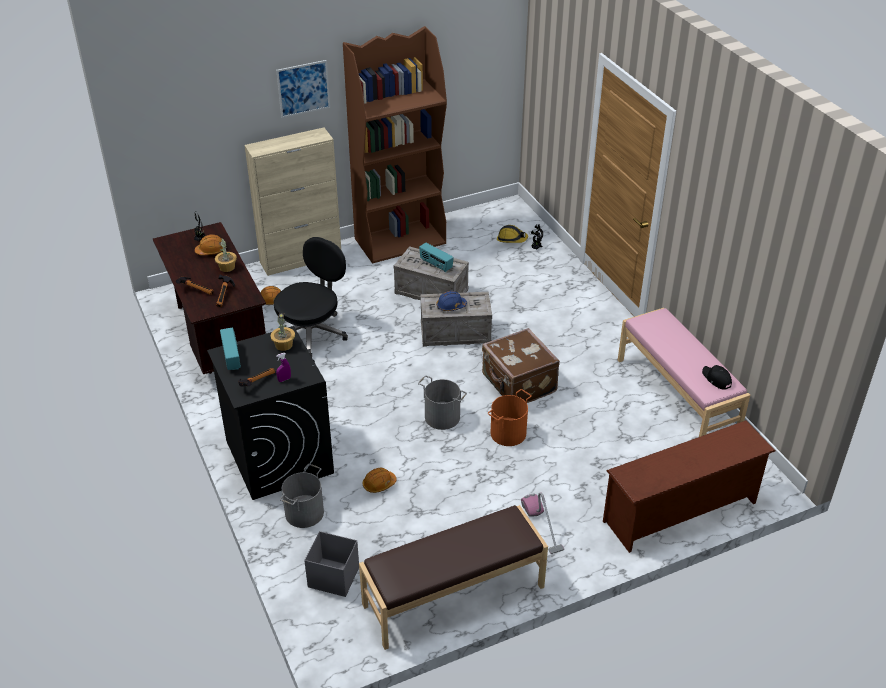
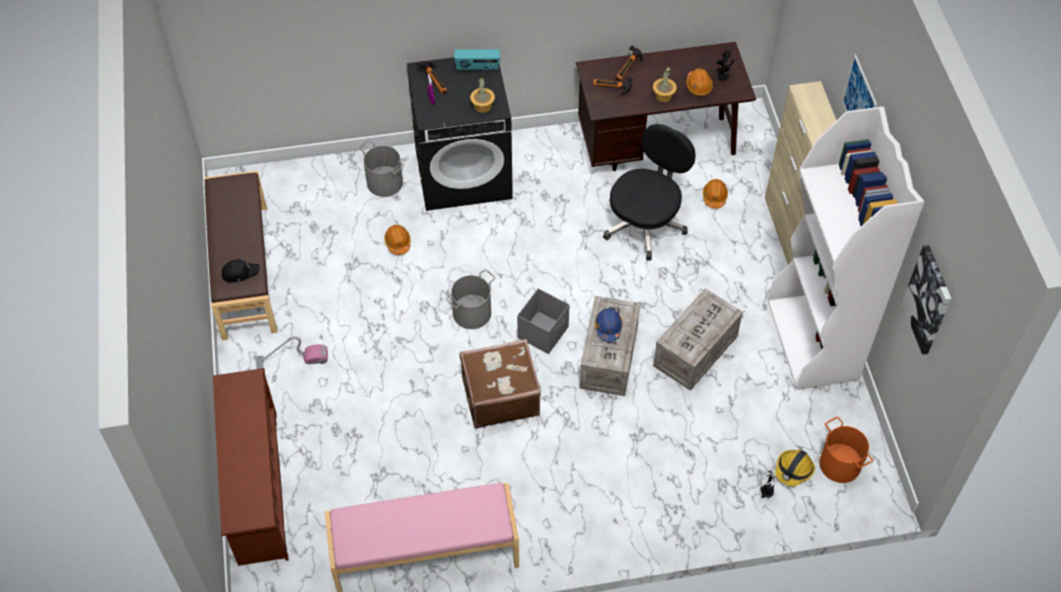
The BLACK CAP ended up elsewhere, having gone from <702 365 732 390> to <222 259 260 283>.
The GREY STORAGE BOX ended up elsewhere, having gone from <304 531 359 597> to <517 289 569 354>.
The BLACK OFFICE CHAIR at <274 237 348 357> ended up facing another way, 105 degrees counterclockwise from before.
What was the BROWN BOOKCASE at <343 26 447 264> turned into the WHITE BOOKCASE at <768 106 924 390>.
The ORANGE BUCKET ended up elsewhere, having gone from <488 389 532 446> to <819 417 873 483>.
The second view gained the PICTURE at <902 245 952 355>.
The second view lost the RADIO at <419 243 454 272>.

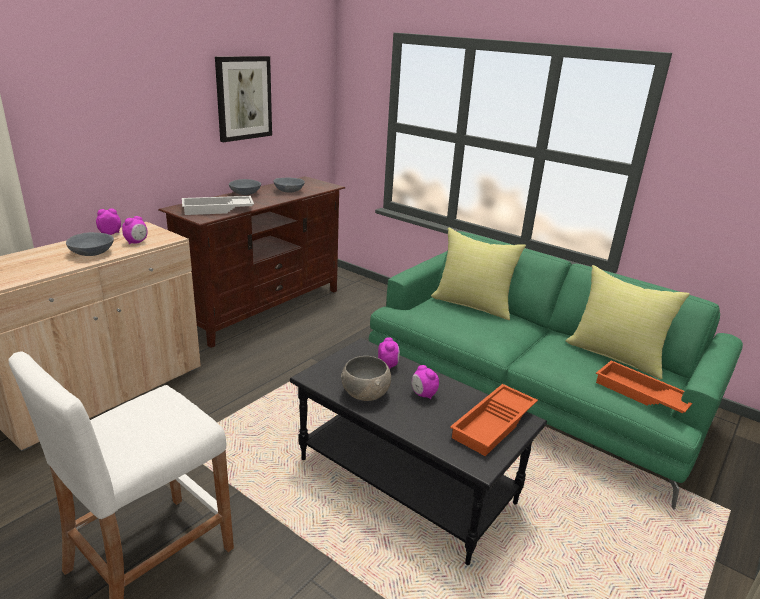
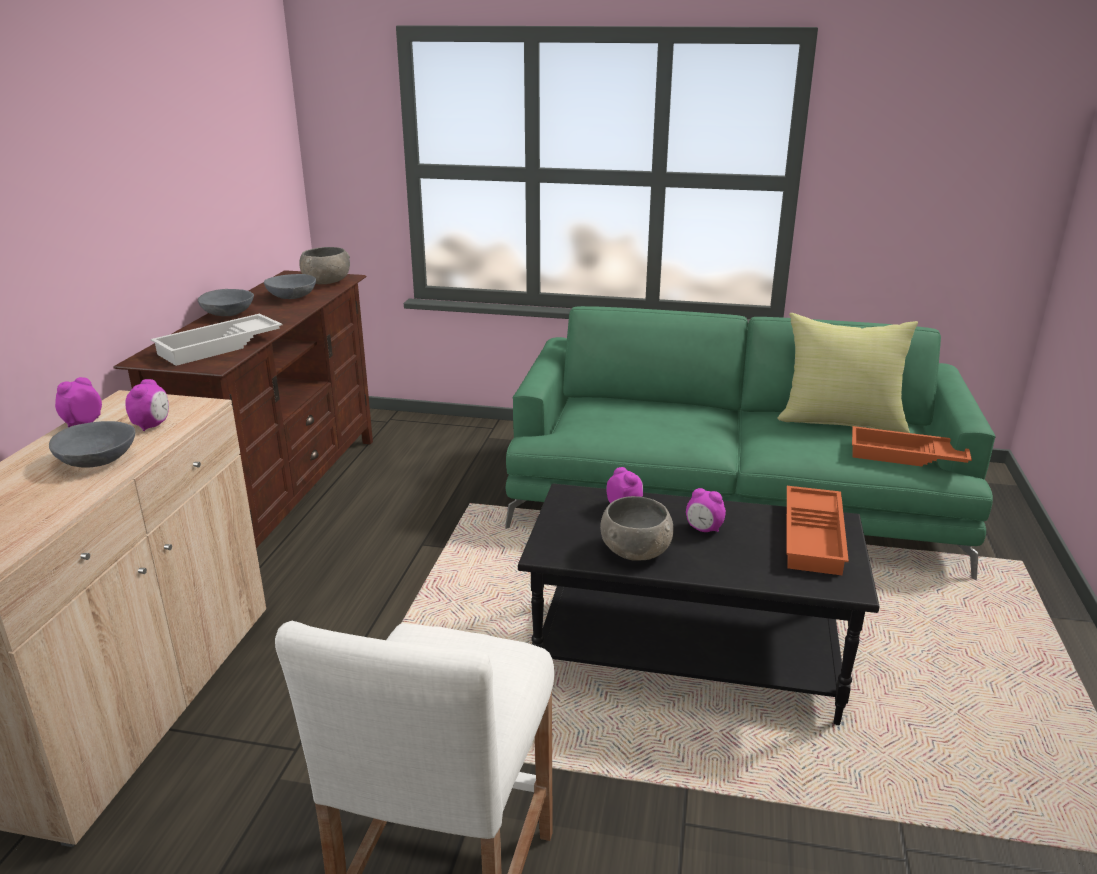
The second view gained the GREY BOWL at <299 247 350 284>.
The second view lost the PICTURE at <215 56 272 142>.
The second view lost the YELLOW PILLOW at <431 228 526 320>.

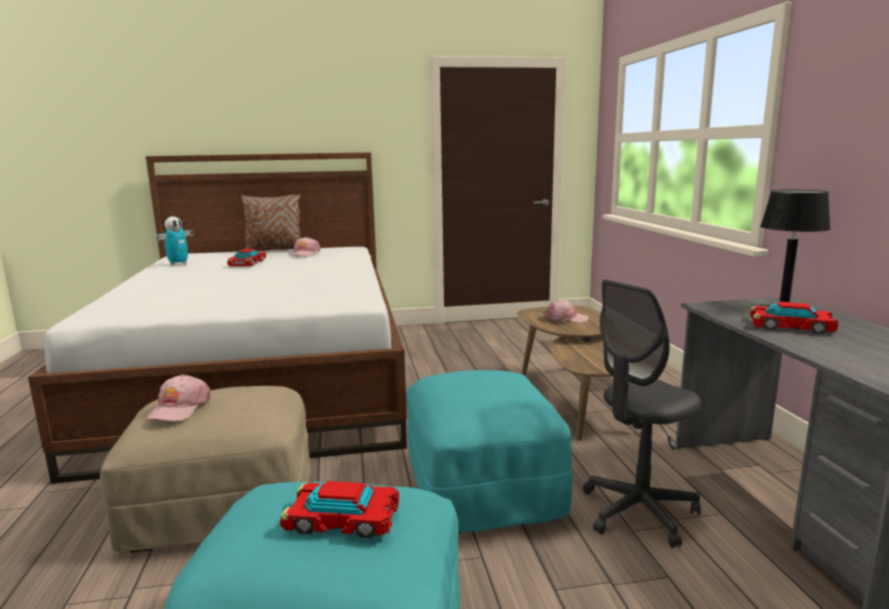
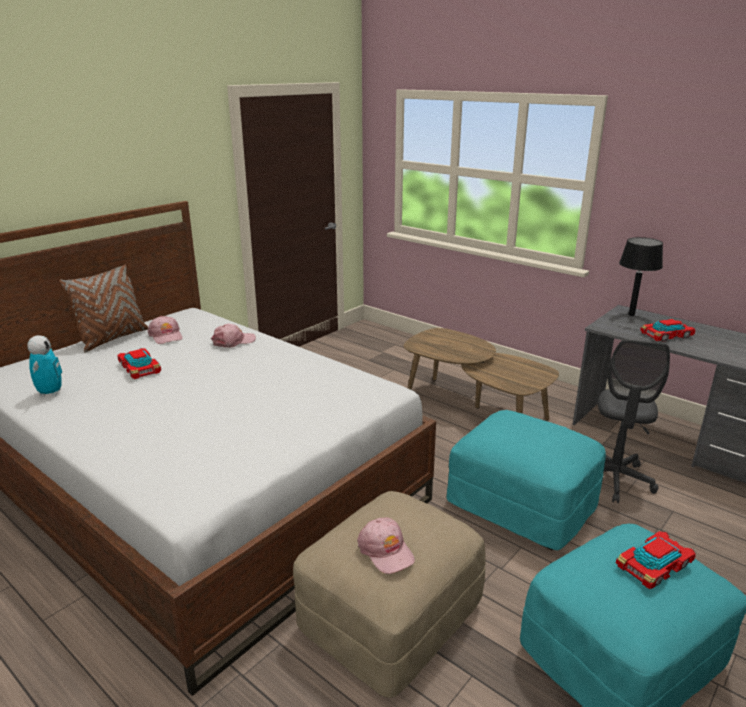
The PINK CAP ended up elsewhere, having gone from <545 300 589 323> to <211 324 256 348>.

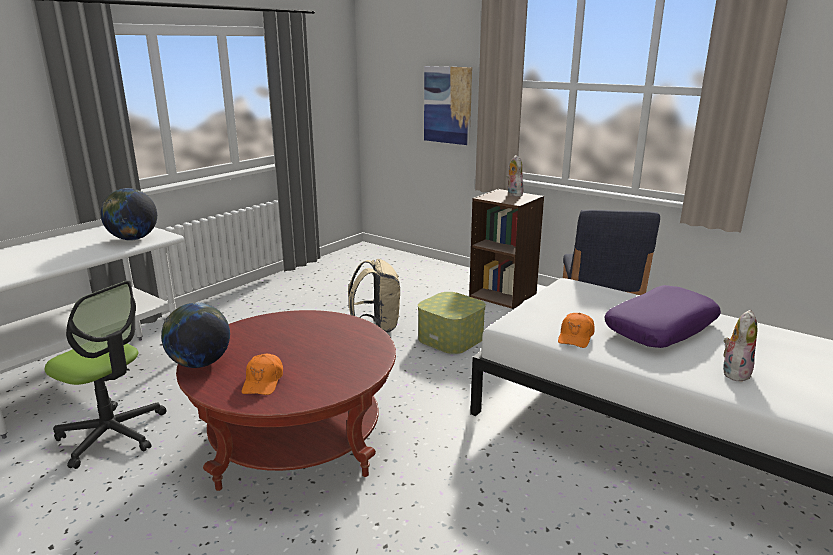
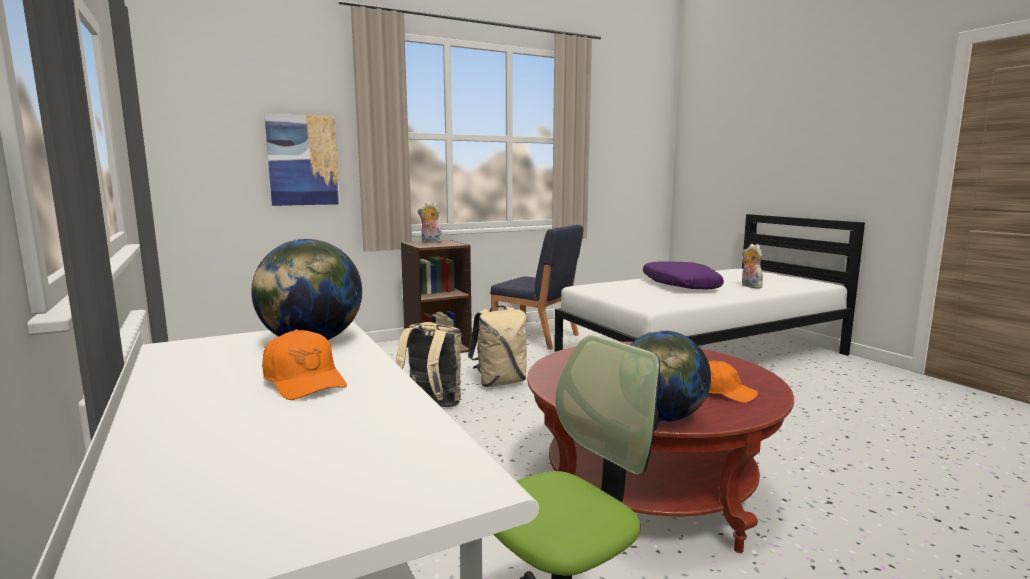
The ORANGE CAP ended up elsewhere, having gone from <558 313 595 348> to <262 329 347 400>.
Where the STORAGE BOX stood at <418 292 486 354>, the BEIGE BACKPACK came to stand at <468 305 527 387>.

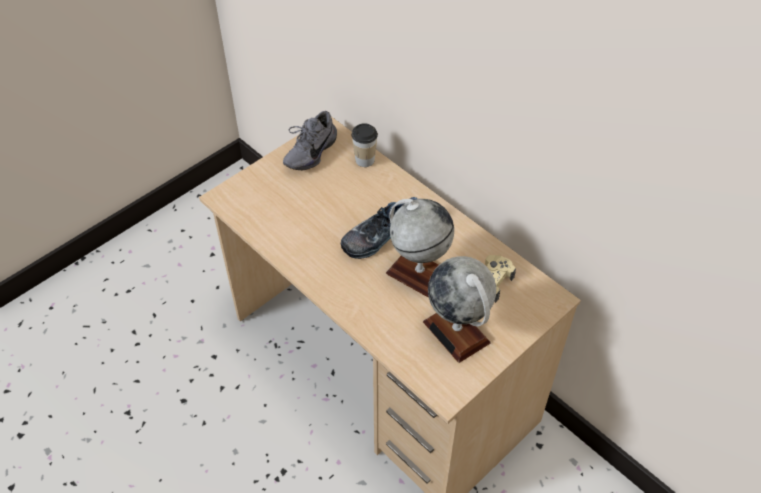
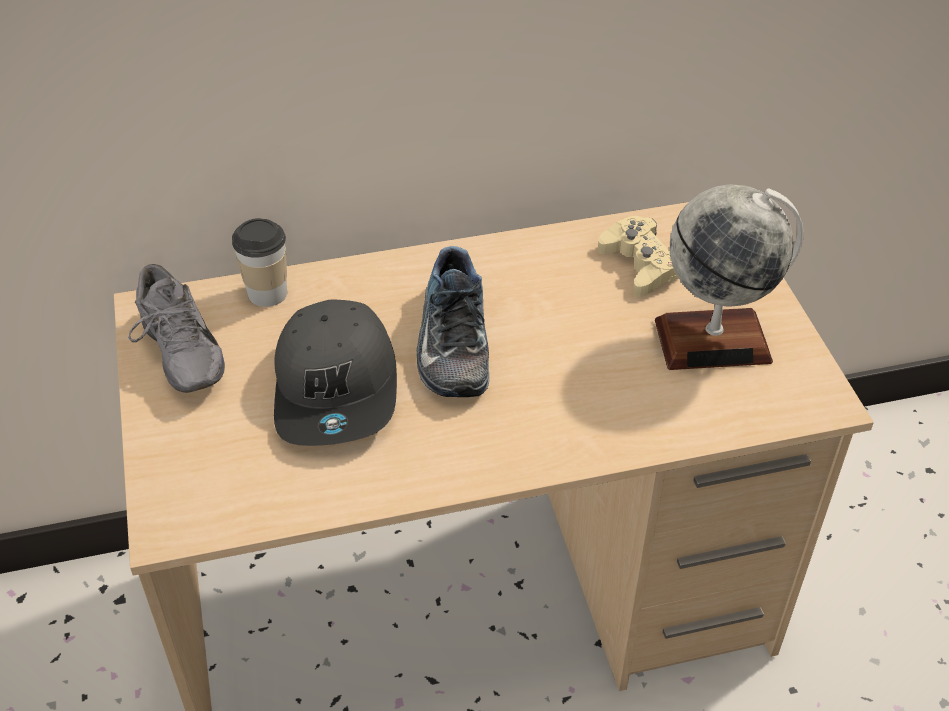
The second view gained the GREY CAP at <274 300 397 446>.
The second view lost the GLOBE at <386 199 454 298>.

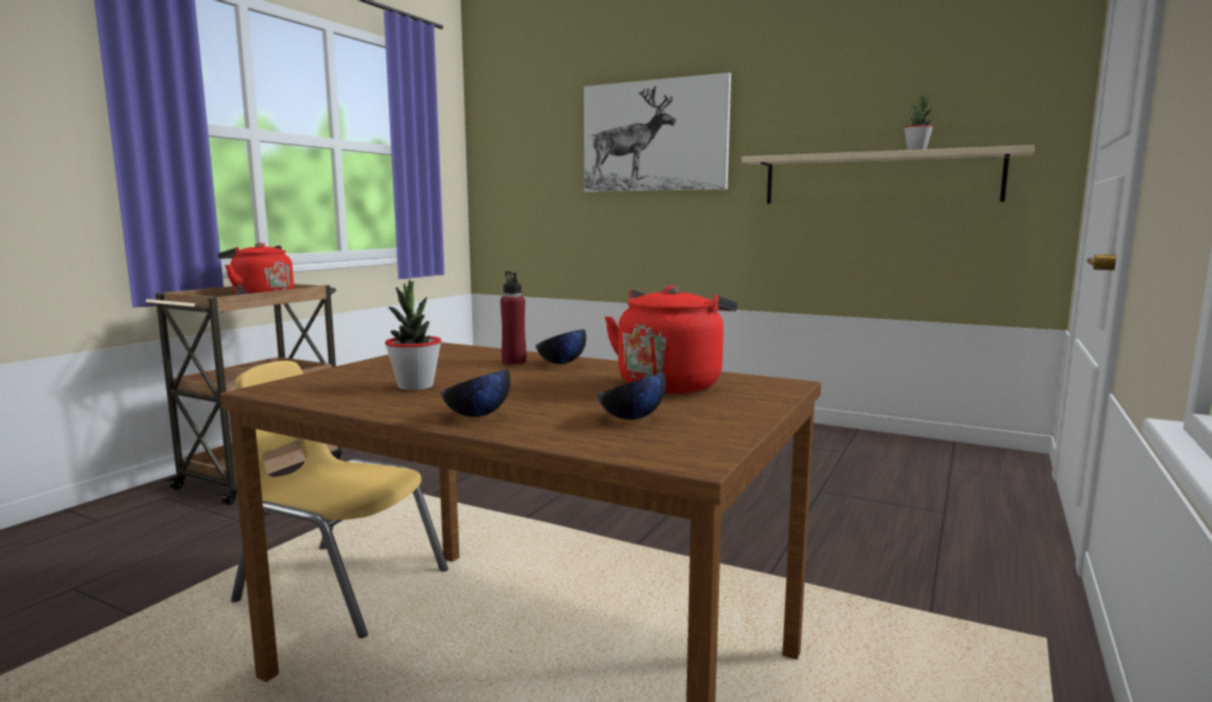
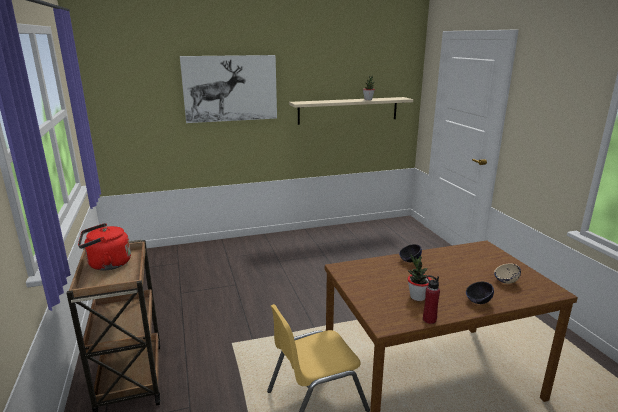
The RED BOTTLE ended up elsewhere, having gone from <500 271 527 365> to <423 275 440 324>.
What was the BLACK BOWL at <596 372 666 420> turned into the BEIGE BOWL at <494 264 521 284>.
The second view lost the RED KETTLE at <605 285 738 394>.

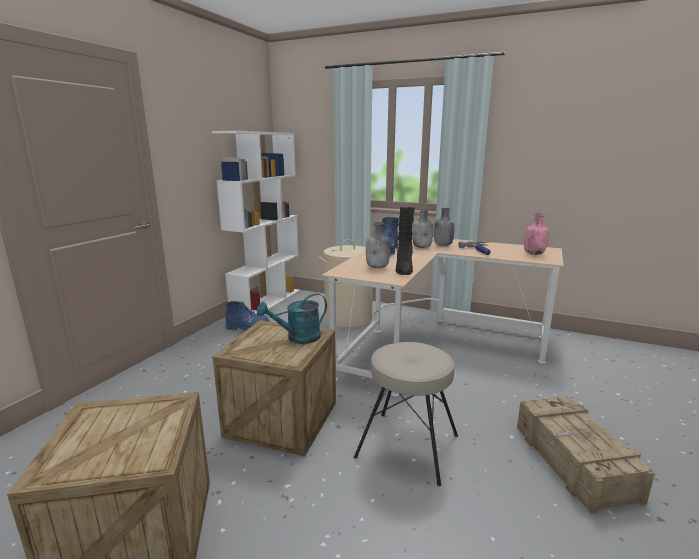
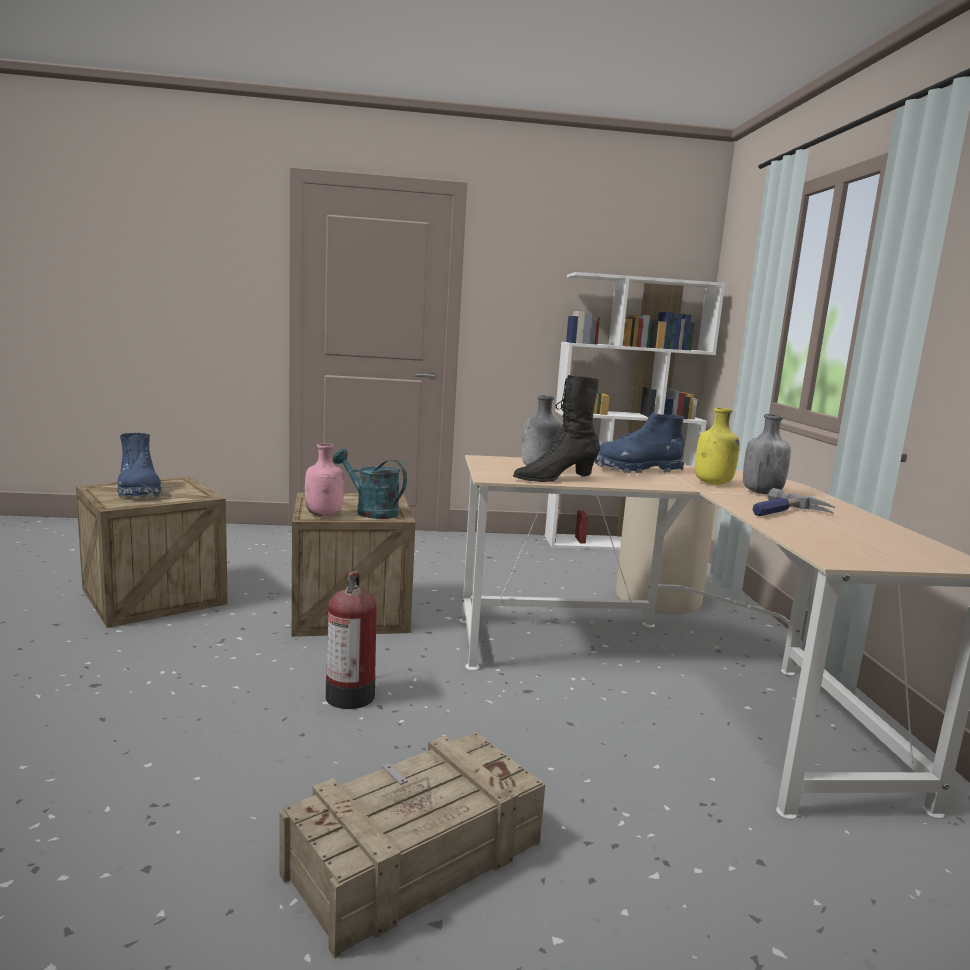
The BLUE BOOT ended up elsewhere, having gone from <225 301 269 331> to <117 433 162 498>.
The PINK BOTTLE ended up elsewhere, having gone from <524 213 549 255> to <305 443 344 516>.
Where the BEIGE STOOL stood at <354 342 458 486>, the FIRE EXTINGUISHER came to stand at <326 571 377 709>.
What was the GREY BOTTLE at <412 209 433 248> turned into the YELLOW BOTTLE at <695 408 740 485>.

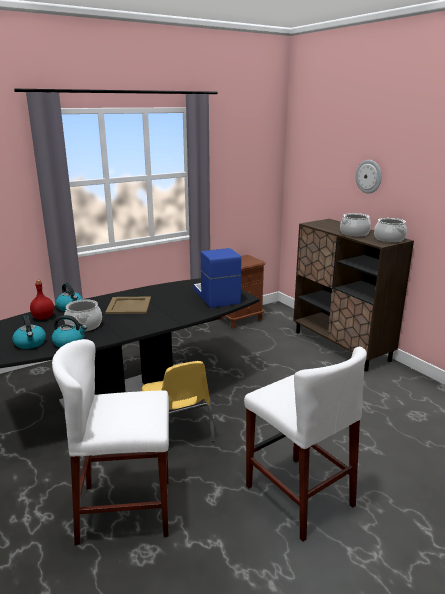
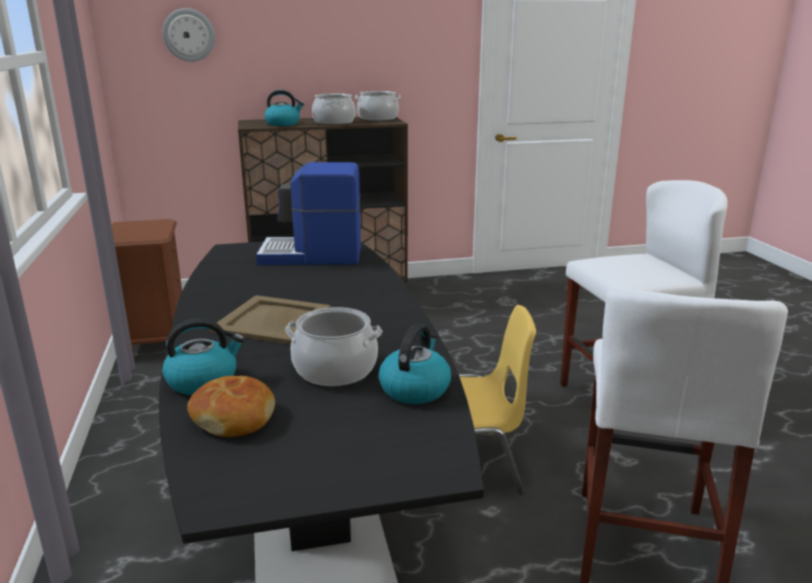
The WALL CLOCK ended up elsewhere, having gone from <356 160 382 194> to <163 8 215 62>.
Where the RED BOTTLE stood at <30 280 54 320>, the BREAD came to stand at <187 376 275 437>.
The KETTLE ended up elsewhere, having gone from <12 315 46 349> to <264 90 304 126>.

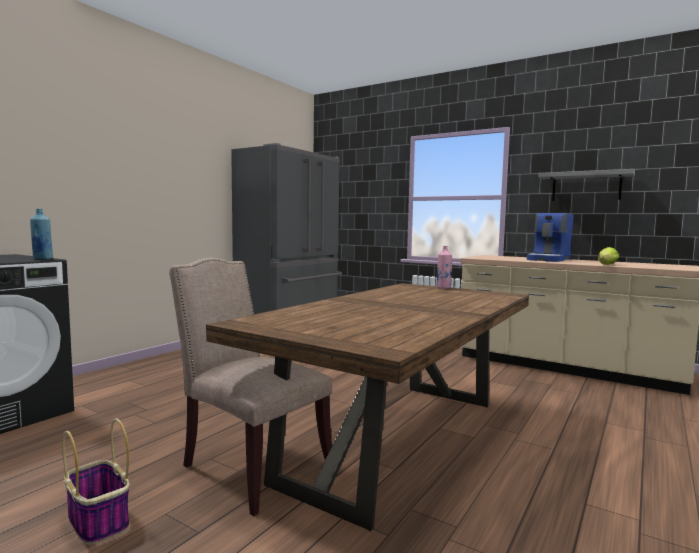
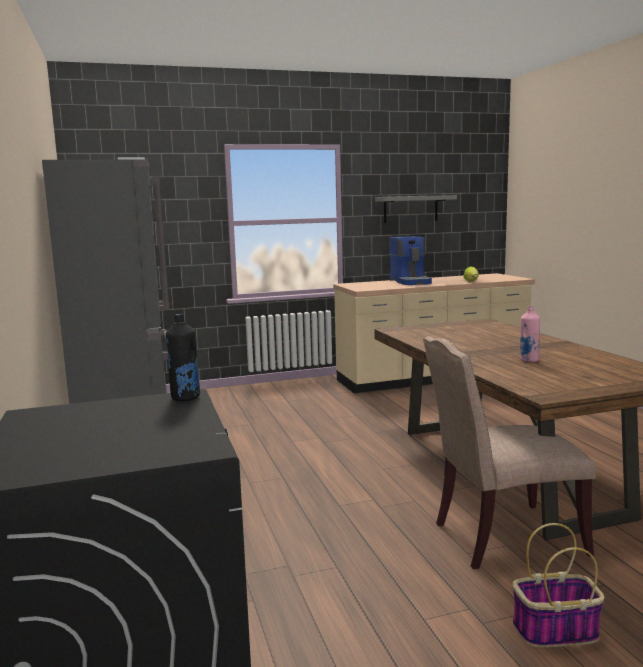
What was the BLUE BOTTLE at <30 209 53 260> turned into the BLACK BOTTLE at <166 314 200 401>.
The PINK BOTTLE ended up elsewhere, having gone from <437 246 452 289> to <520 306 540 362>.

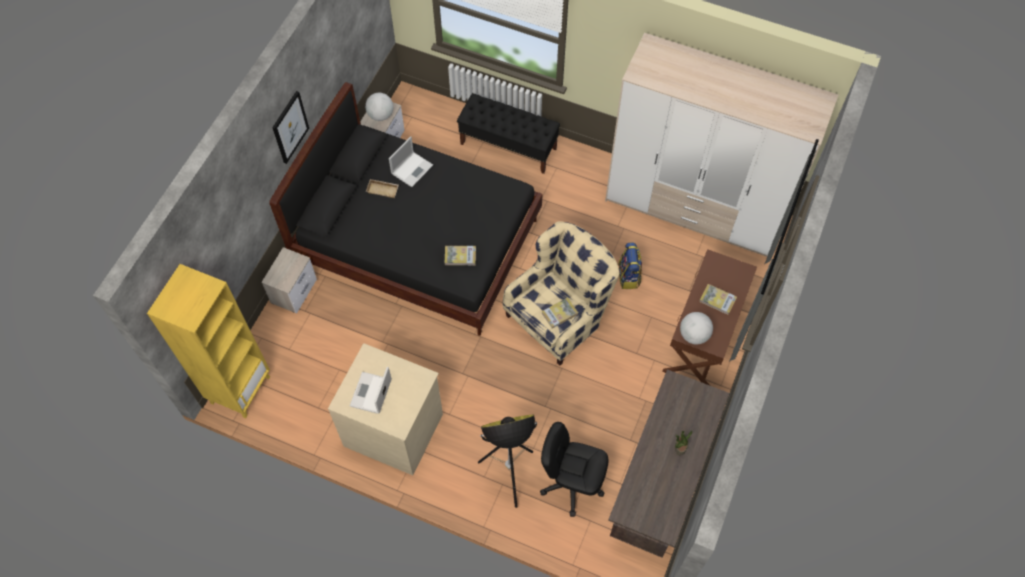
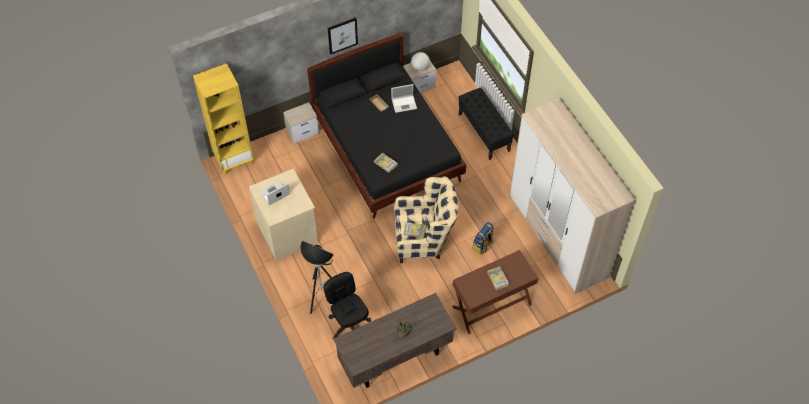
The second view lost the GLOBE at <680 312 713 344>.

